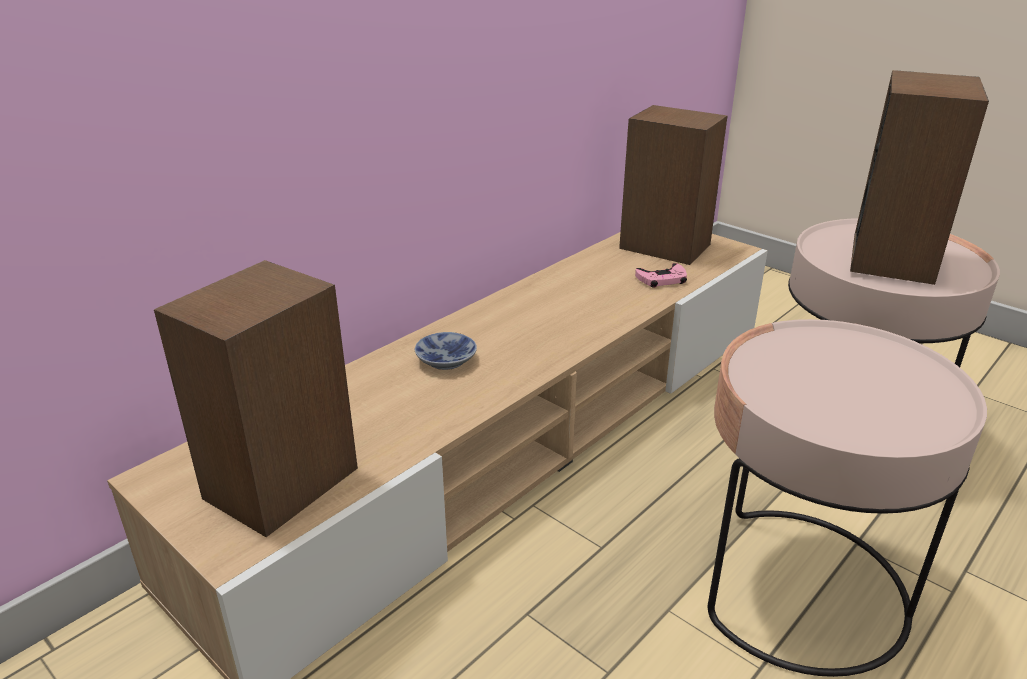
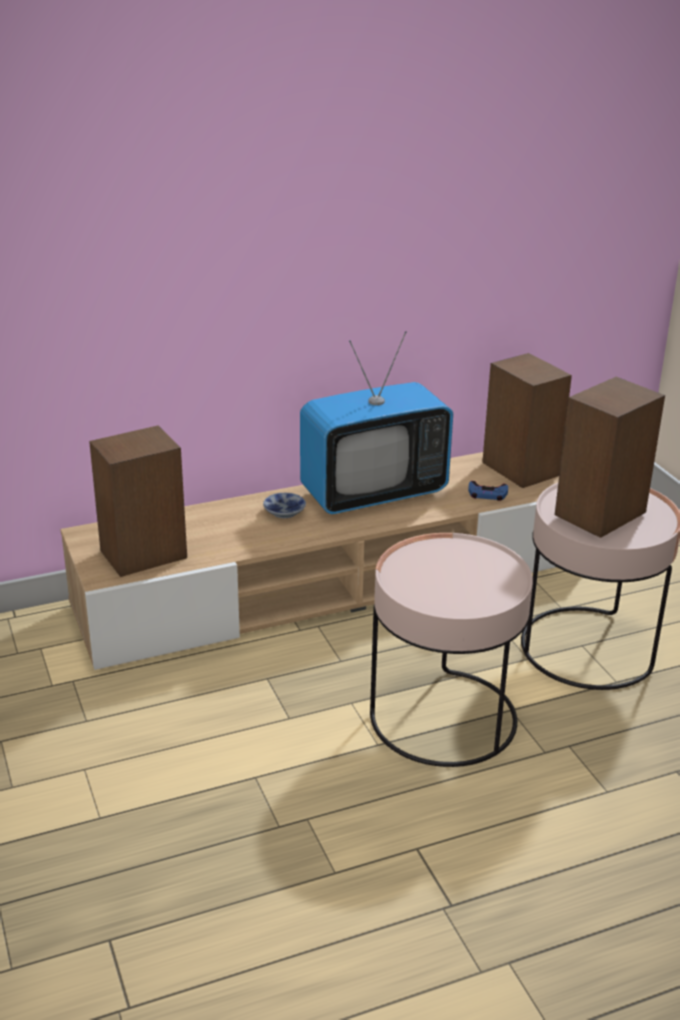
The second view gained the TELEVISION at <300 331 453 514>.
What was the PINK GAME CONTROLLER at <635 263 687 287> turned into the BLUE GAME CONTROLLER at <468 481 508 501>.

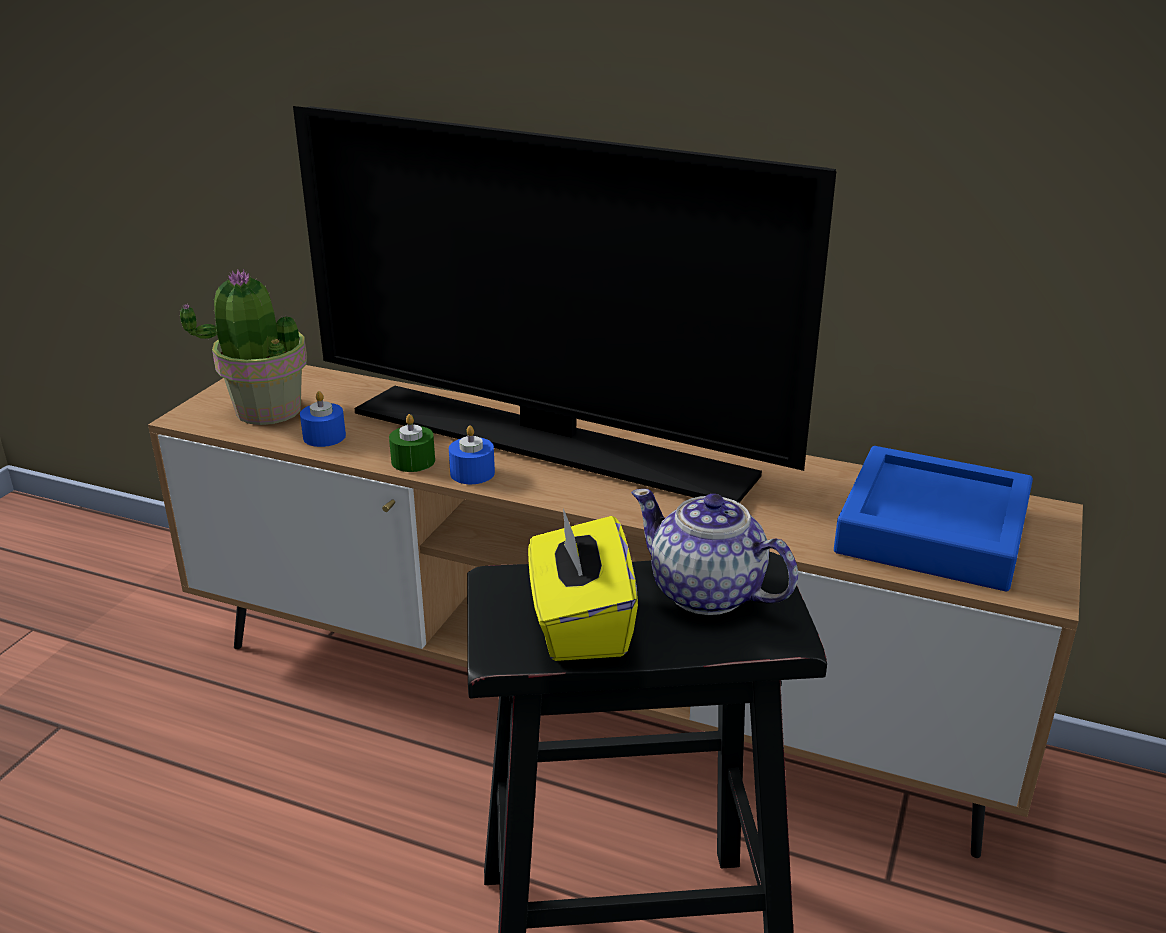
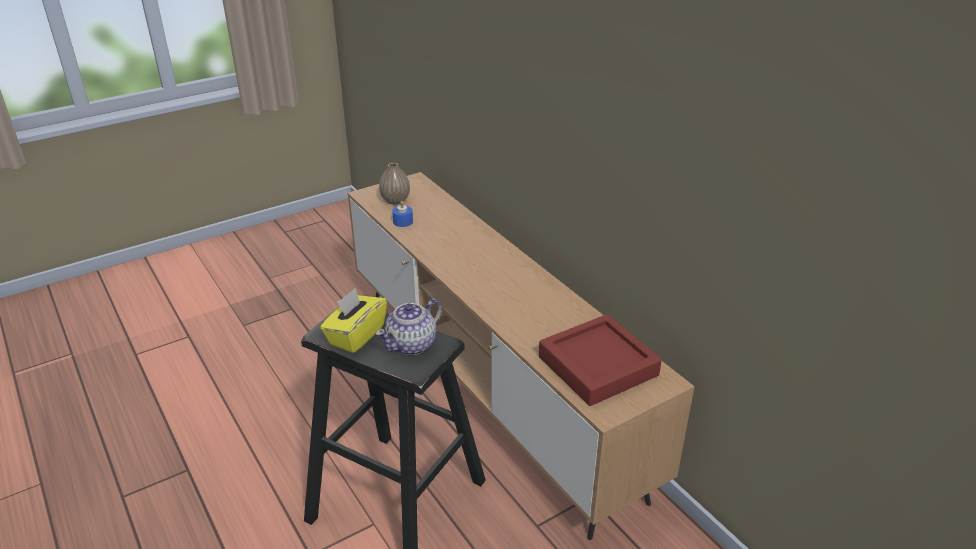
The TEAPOT at <631 489 798 615> ended up facing another way, 120 degrees counterclockwise from before.
Where the POTTED PLANT stood at <180 270 307 425>, the VASE came to stand at <379 163 410 205>.
What was the BLUE TRAY at <834 446 1033 591> turned into the RED TRAY at <539 314 662 406>.
The second view lost the TELEVISION at <293 106 836 503>.
The second view lost the GREEN CANDLE at <389 414 435 472>.
The second view lost the BLUE CANDLE at <449 425 495 484>.

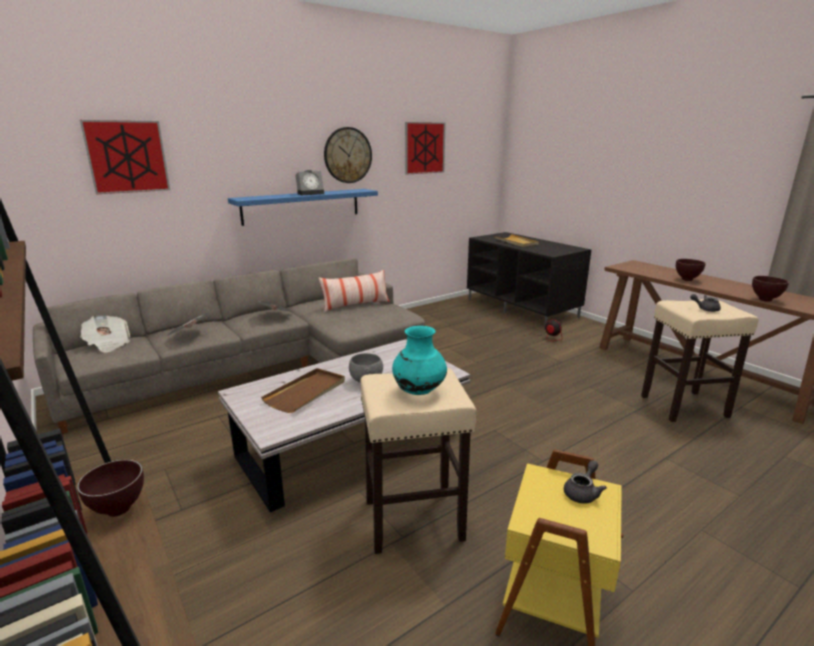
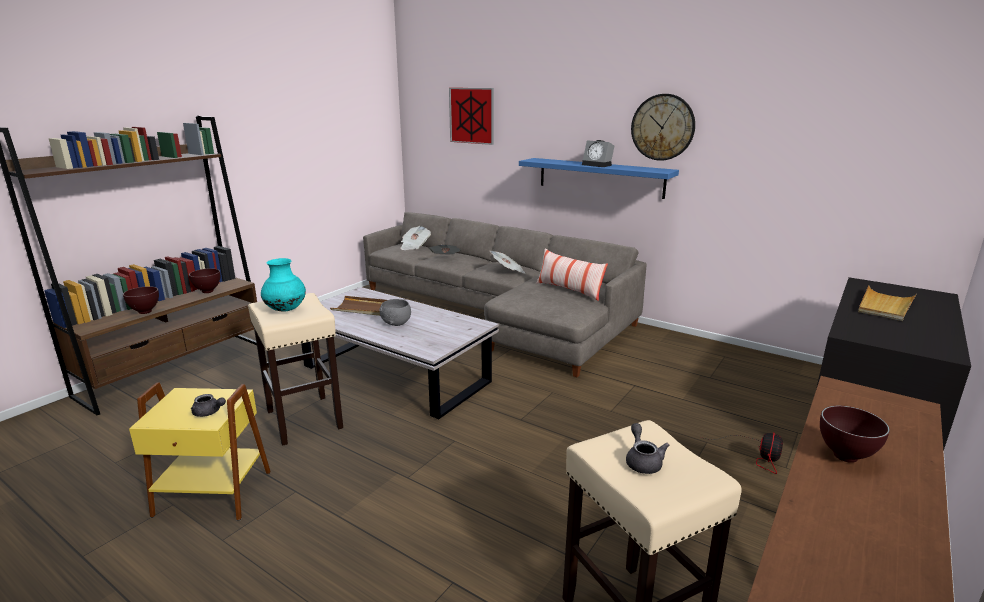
The BROWN BOWL ended up elsewhere, having gone from <752 276 789 302> to <123 286 159 314>.
The second view lost the PICTURE at <405 122 446 174>.

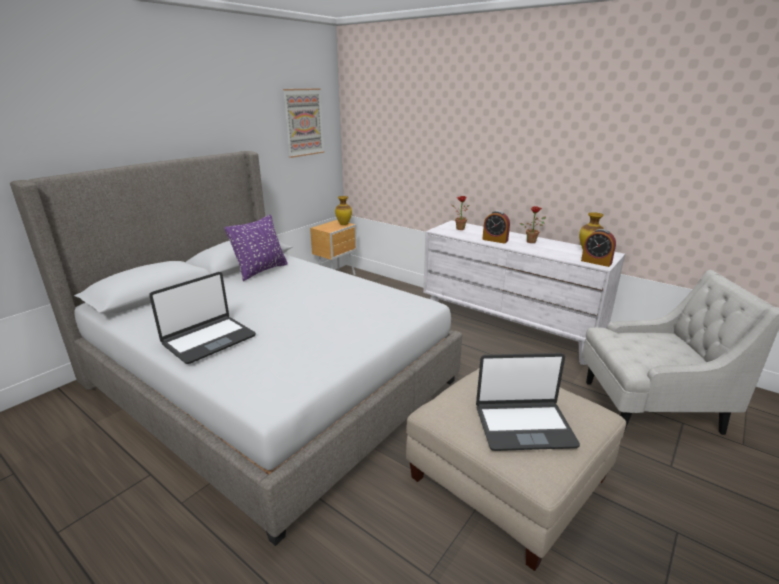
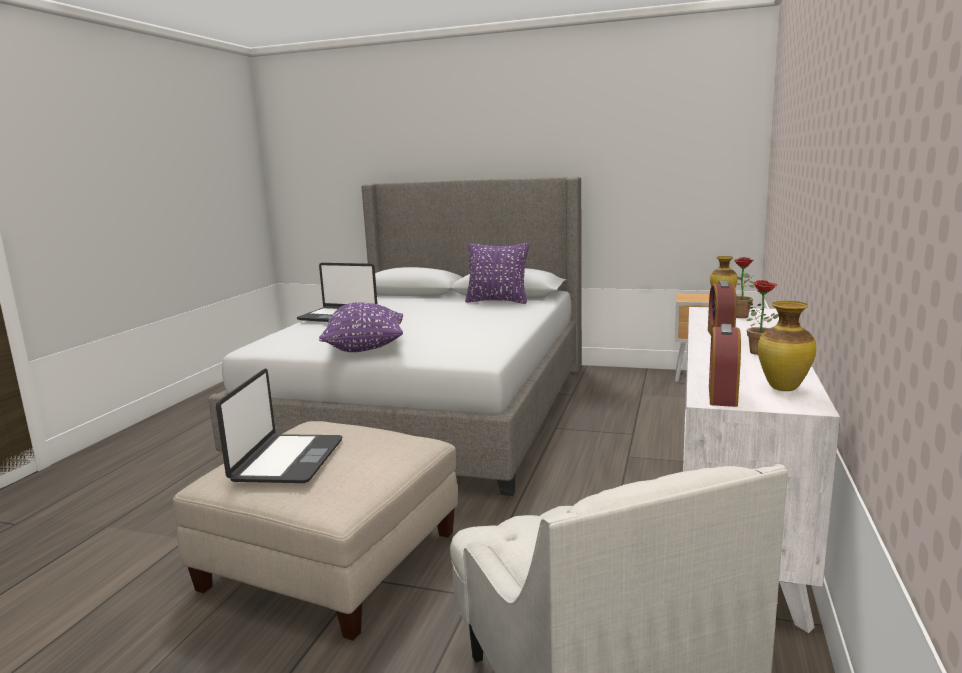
The LAPTOP at <476 353 580 451> ended up facing another way, 150 degrees counterclockwise from before.
The second view gained the PURPLE PILLOW at <319 302 403 352>.
The second view lost the PICTURE at <283 88 324 158>.

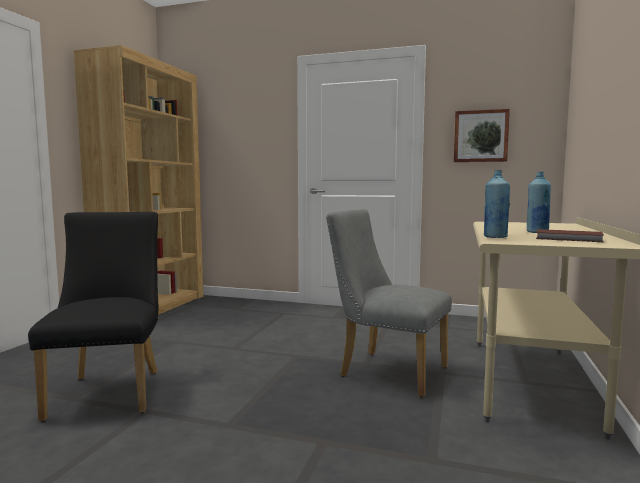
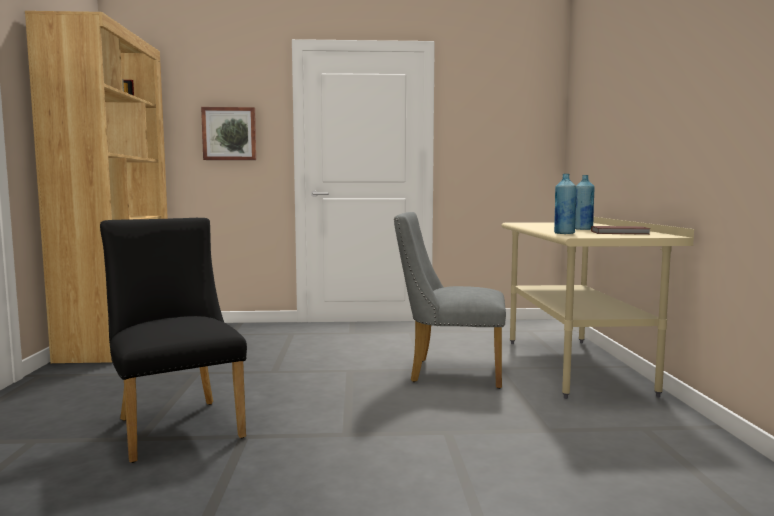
The PICTURE ended up elsewhere, having gone from <454 109 510 162> to <201 107 256 160>.

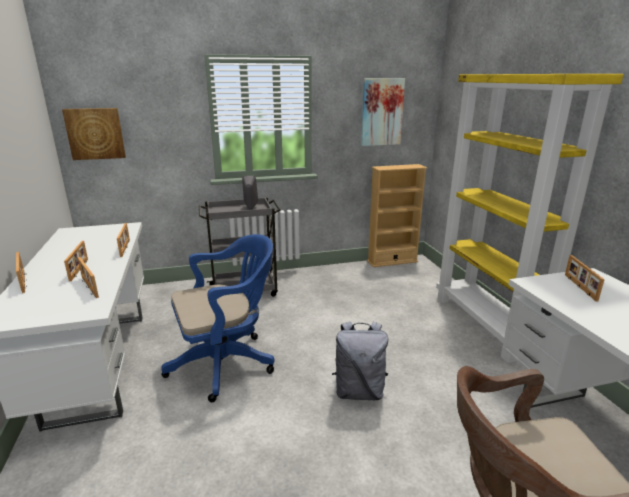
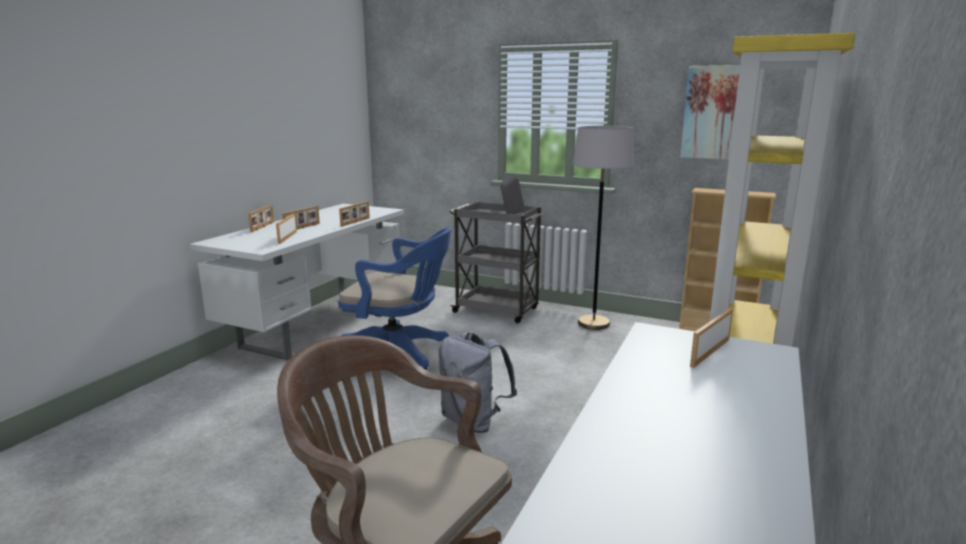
The second view gained the GREY FLOOR LAMP at <573 126 634 330>.
The second view lost the PICTURE at <62 108 126 160>.

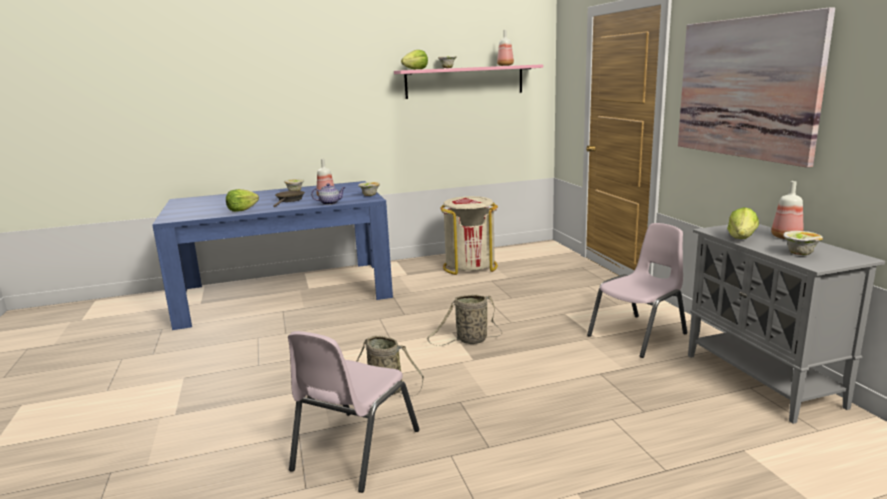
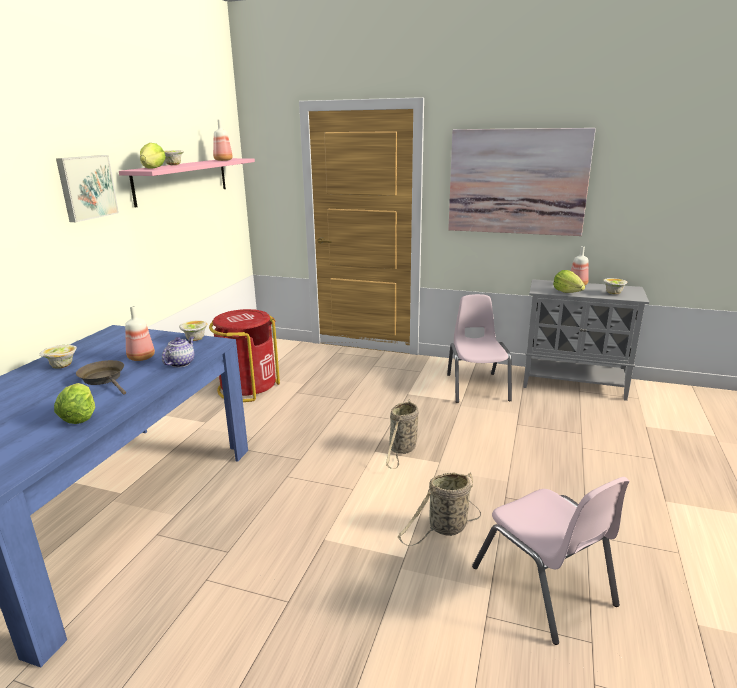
The second view gained the PICTURE at <56 155 119 222>.
What was the BEIGE TRASH CAN at <440 196 498 275> turned into the RED TRASH CAN at <209 309 280 402>.

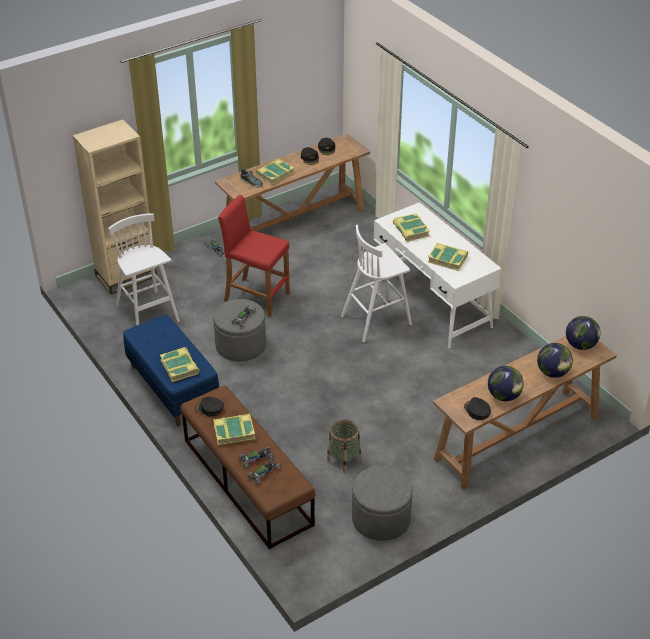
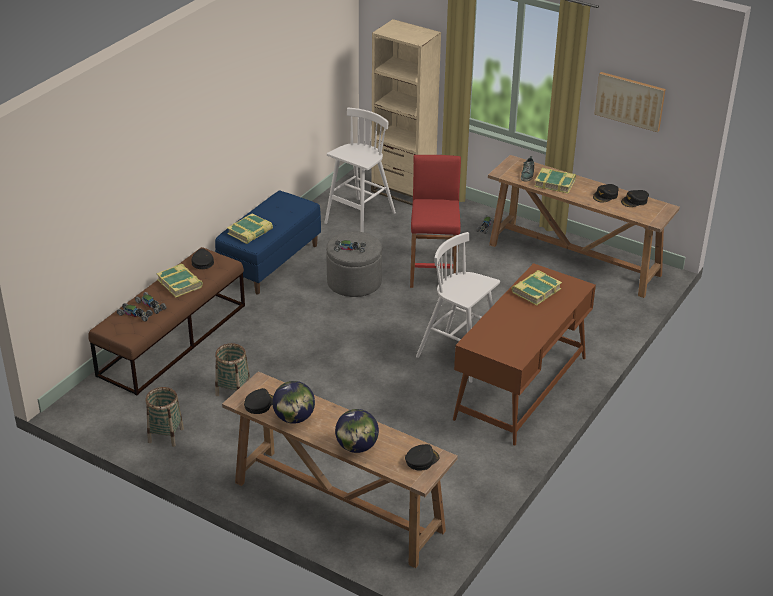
Where the GREY OTTOMAN stood at <352 466 413 541>, the BASKET came to stand at <146 387 184 447>.
Where the GLOBE stood at <566 316 600 350>, the BLACK CAP came to stand at <405 444 440 471>.
What was the WHITE DESK at <373 202 502 348> turned into the BROWN DESK at <453 263 596 446>.
The second view gained the PICTURE at <594 72 666 132>.
The second view lost the BOOK at <428 243 468 271>.

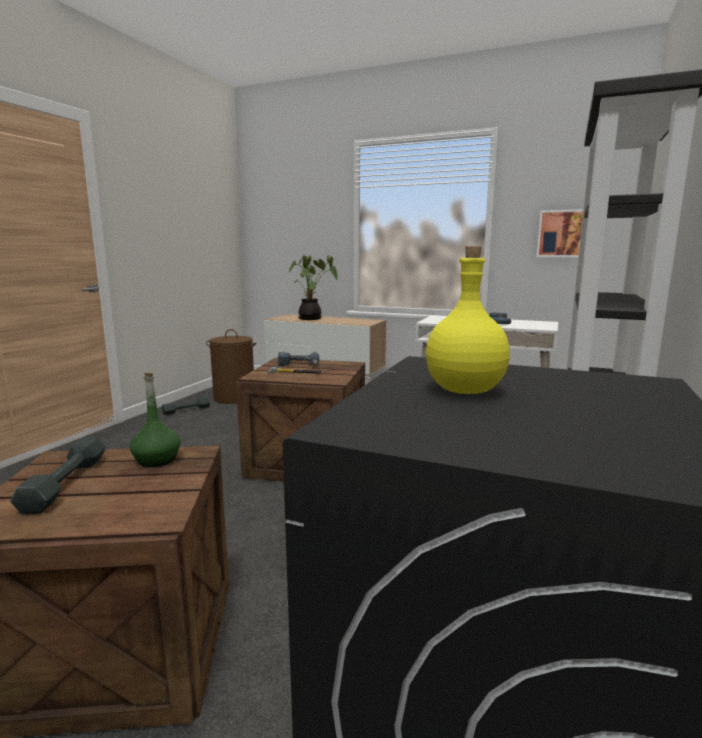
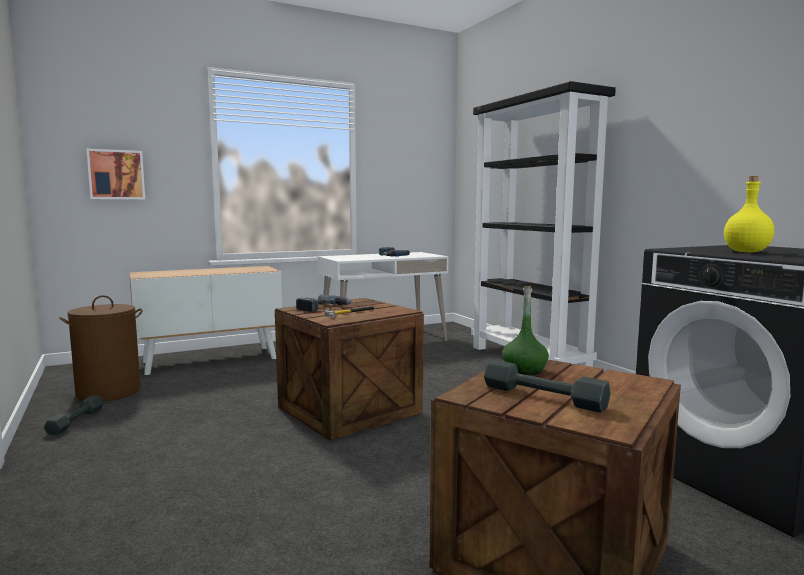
The PICTURE ended up elsewhere, having gone from <537 209 583 257> to <86 149 145 199>.
The second view lost the POTTED PLANT at <288 255 338 320>.

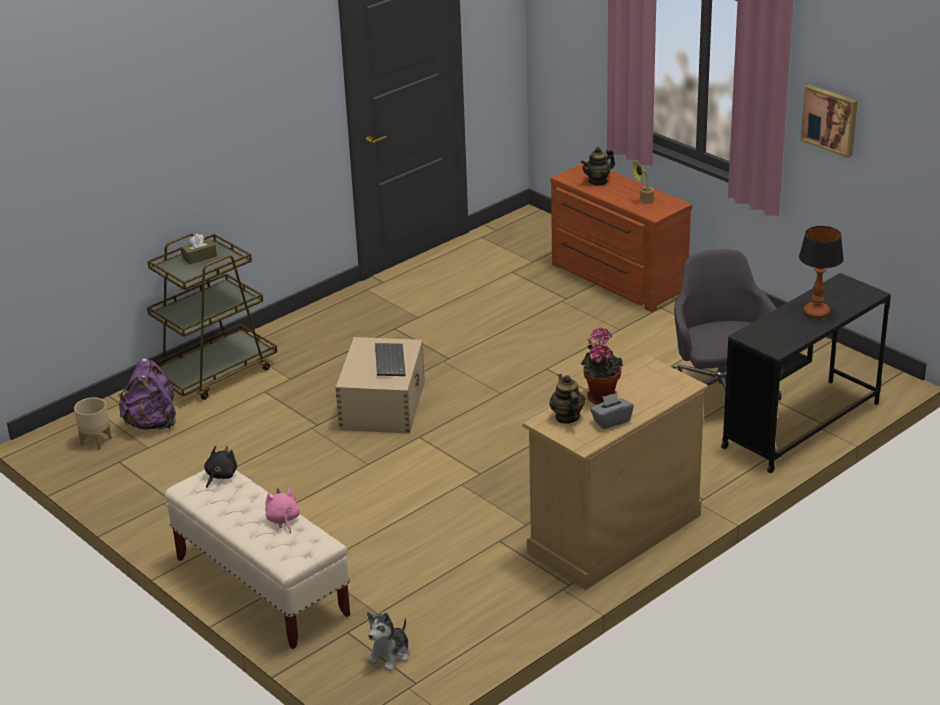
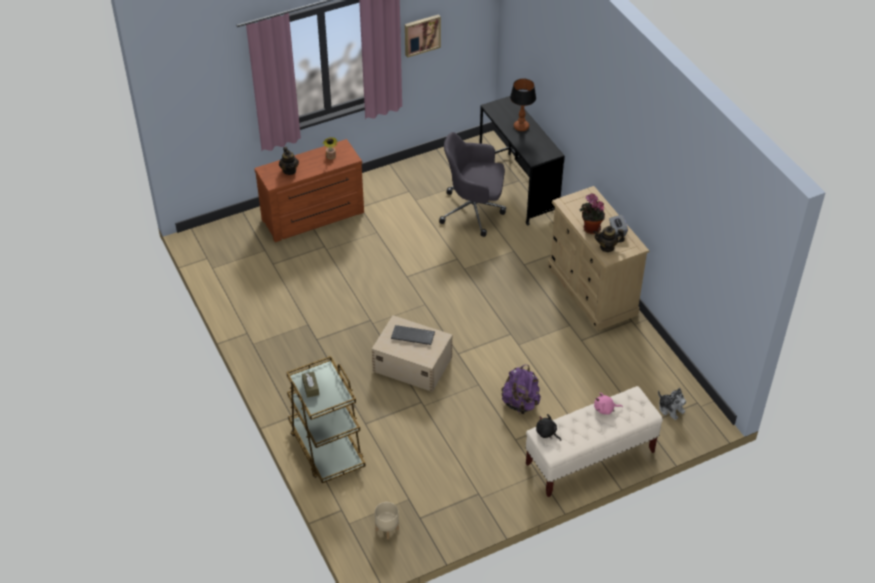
The PURPLE BACKPACK ended up elsewhere, having gone from <118 358 176 430> to <502 365 541 415>.

